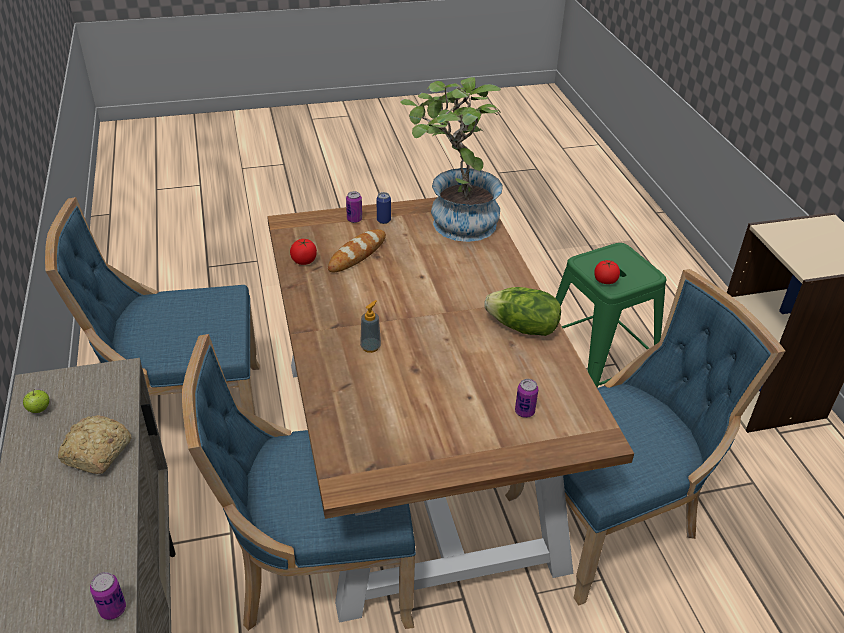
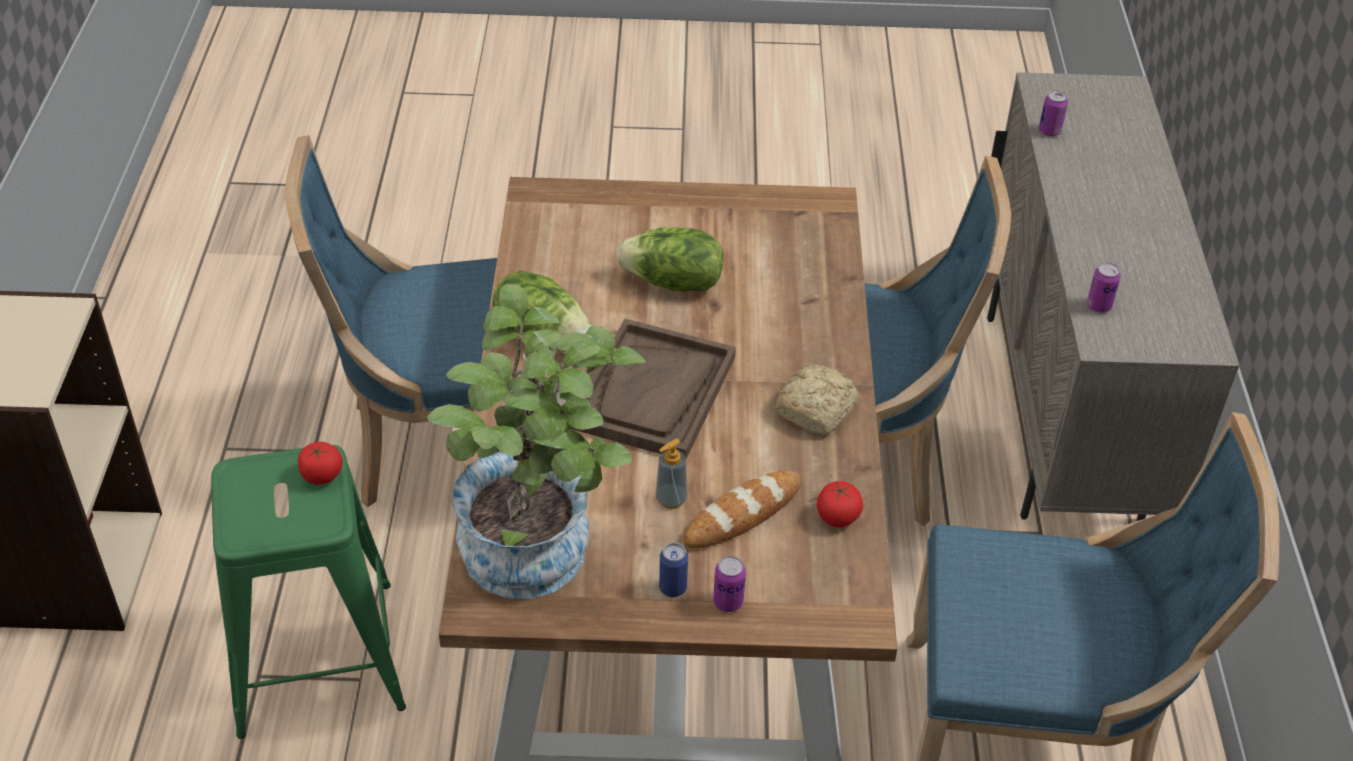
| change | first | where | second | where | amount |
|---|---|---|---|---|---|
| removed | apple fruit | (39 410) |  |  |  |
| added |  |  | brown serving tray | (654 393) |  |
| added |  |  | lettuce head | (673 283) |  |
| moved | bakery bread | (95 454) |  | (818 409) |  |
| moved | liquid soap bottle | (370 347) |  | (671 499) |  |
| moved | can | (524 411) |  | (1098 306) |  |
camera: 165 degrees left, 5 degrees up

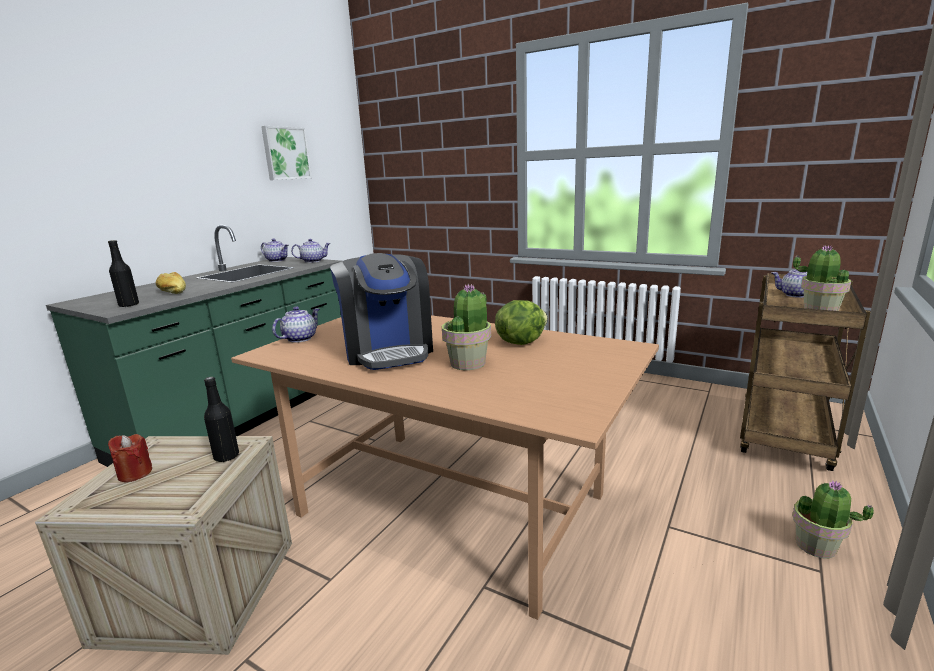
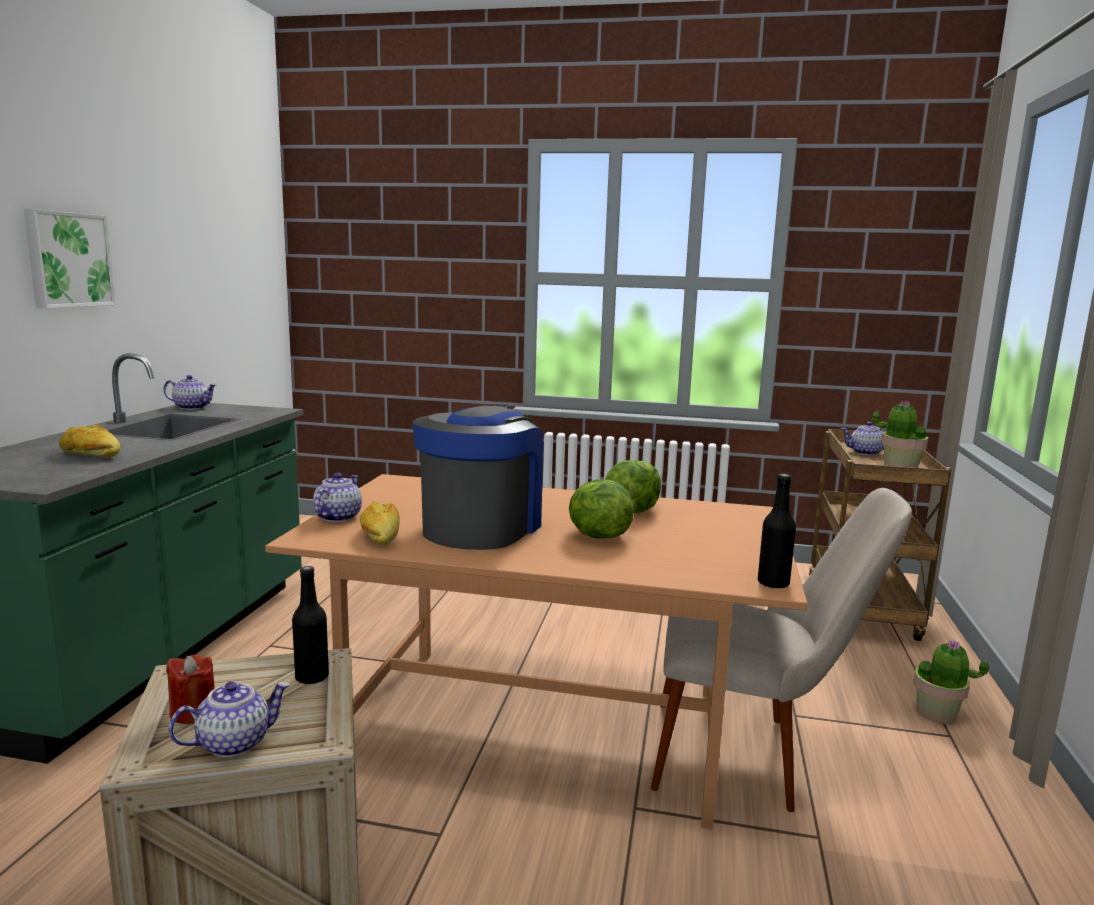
| change | first | where | second | where | amount |
|---|---|---|---|---|---|
| added |  |  | bakery bread | (380 535) |  |
| added |  |  | beige upright chair | (754 757) |  |
| moved | black beverage bottle | (129 305) |  | (773 583) |  |
| moved | picture | (285 153) |  | (68 260) |  |
| moved | tea pot | (313 261) |  | (234 742) |  |
| replaced | potted plant | (468 363) | lettuce head | (597 536) |  |
| turned | coffee brewer | (388 351) |  | (481 527) | 120 degrees counterclockwise |
camera: 20 degrees left, 5 degrees down

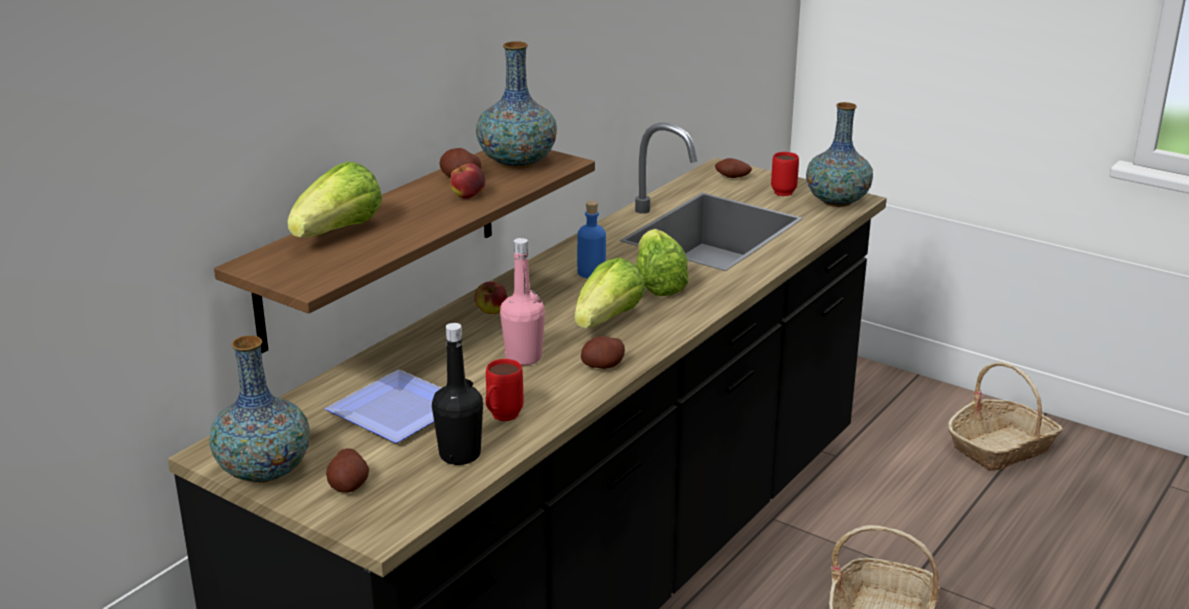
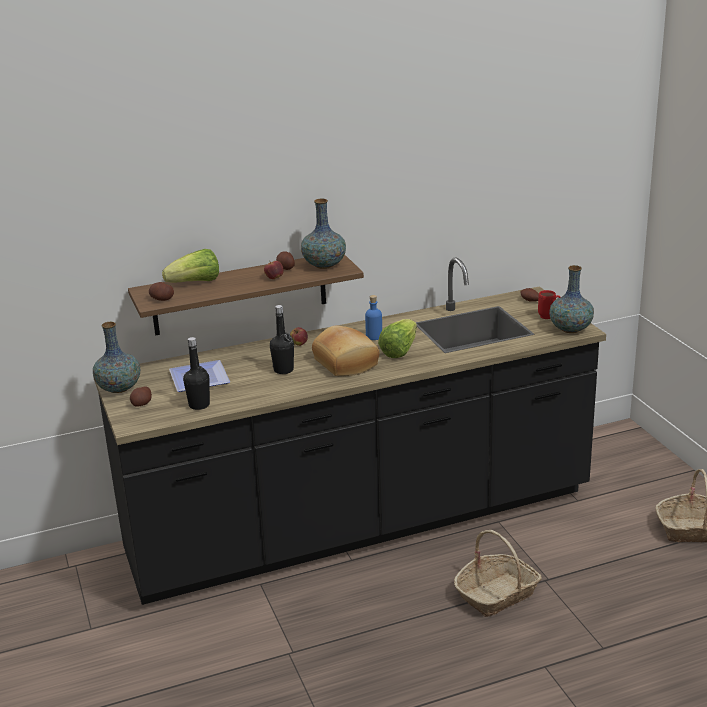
| change | first | where | second | where | amount |
|---|---|---|---|---|---|
| removed | red-coloured coffee mug | (501 418) |  |  |  |
| moved | spud | (603 366) |  | (162 299) |  |
| replaced | lettuce head | (608 320) | bakery bread | (347 363) |  |
| recoloured | pink beverage bottle | (523 357) | black beverage bottle | (283 370) |  |
camera: 35 degrees right, 0 degrees up

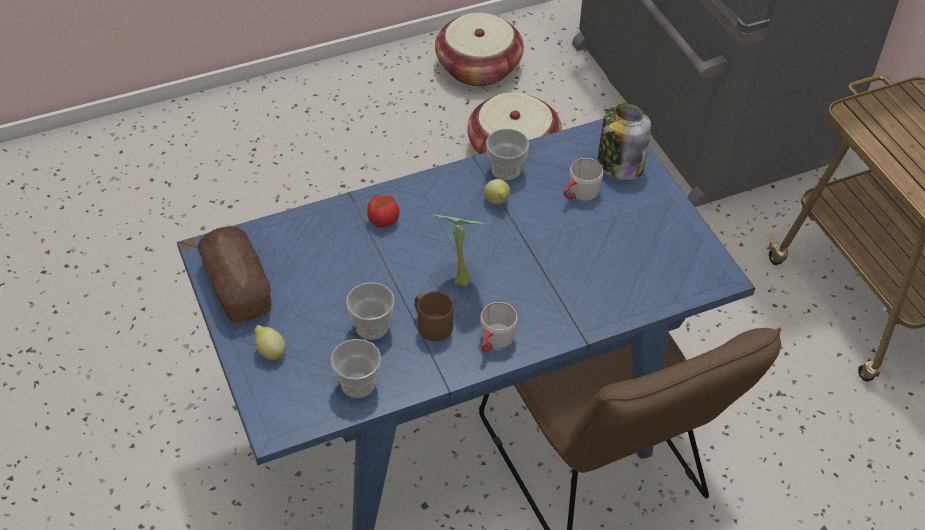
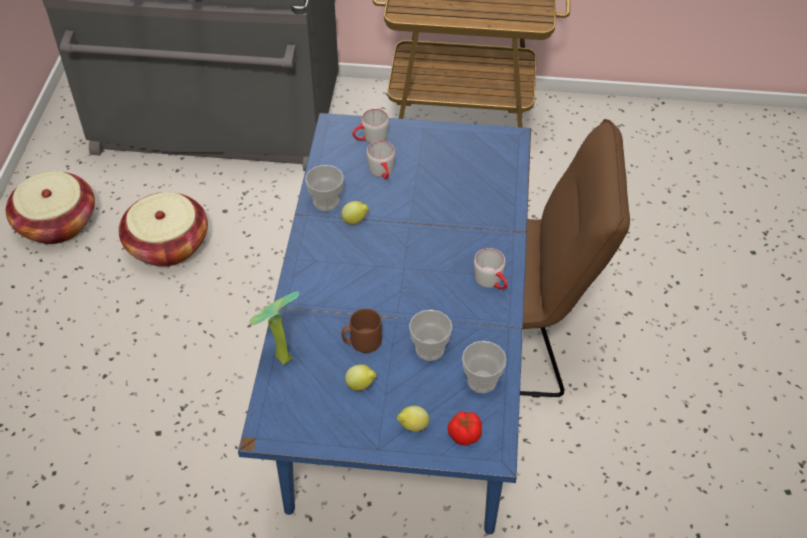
| change | first | where | second | where | amount |
|---|---|---|---|---|---|
| removed | bakery bread | (237 286) |  |  |  |
| added |  |  | citrus fruit | (361 385) |  |
| moved | fresh tomato | (383 219) |  | (464 435) |  |
| moved | brown coffee mug | (432 325) |  | (362 342) |  |
| moved | potted plant | (459 277) |  | (279 358) |  |
| replaced | preserve jar | (619 164) | gray coffee mug | (370 139) |  |
camera: 60 degrees left, 0 degrees up

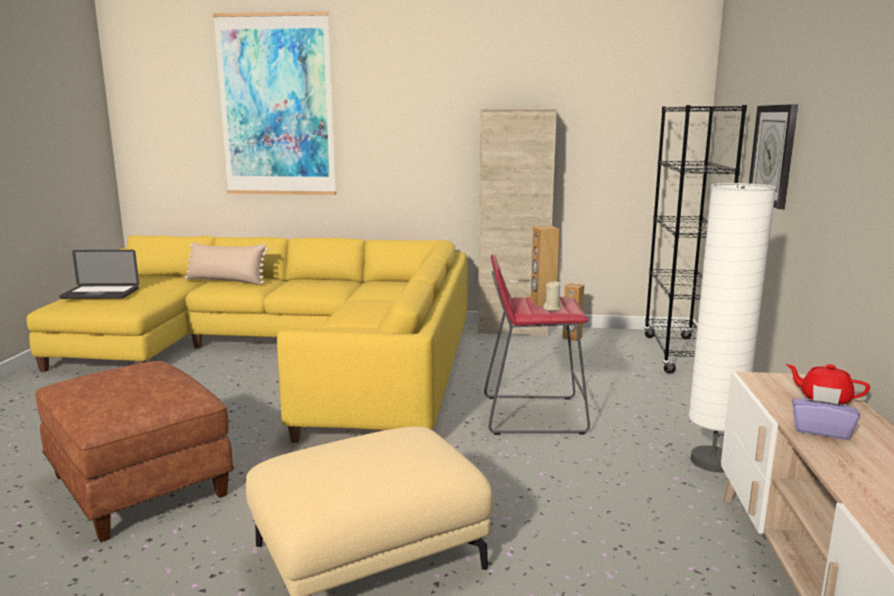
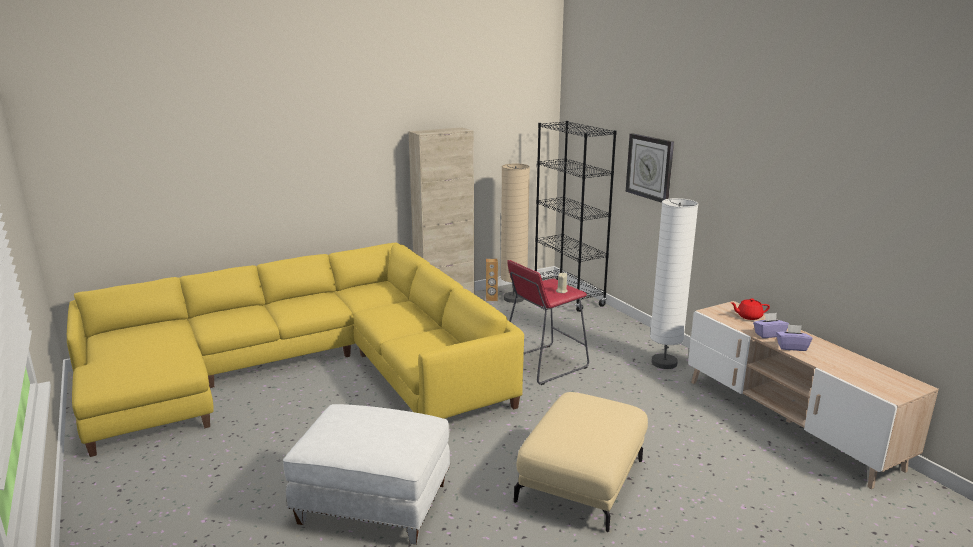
| change | first | where | second | where | amount |
|---|---|---|---|---|---|
| removed | laptop | (100 294) |  |  |  |
| removed | beige pillow | (226 281) |  |  |  |
| removed | picture | (276 106) |  |  |  |
| removed | brown audio speaker | (542 302) |  |  |  |
| added |  |  | beige standard lamp | (513 299) |  |
| added |  |  | purple-coloured box of tissues | (791 347) |  |
| recoloured | brown footrest | (137 485) | white footrest | (372 503) |  |
camera: 35 degrees left, 5 degrees up

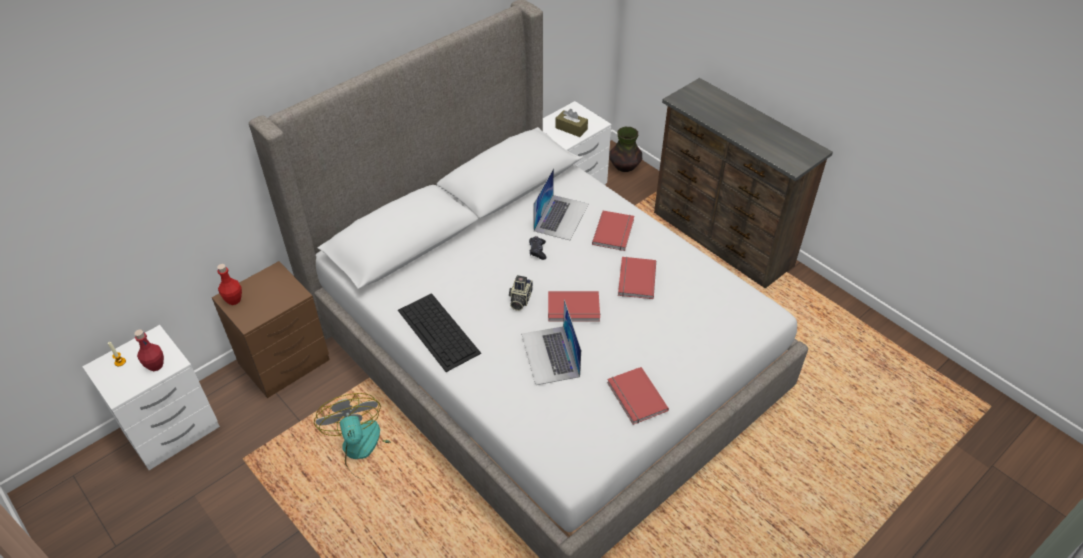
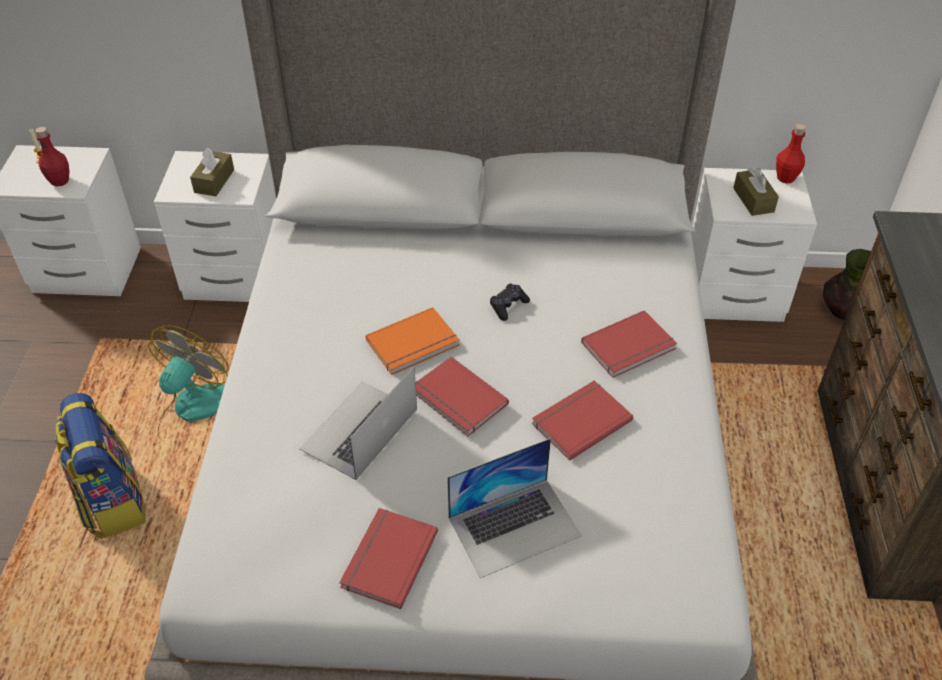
| change | first | where | second | where | amount |
|---|---|---|---|---|---|
| removed | keyboard | (439 332) |  |  |  |
| added |  |  | knapsack | (112 501) |  |
| added |  |  | brown box of tissues | (214 181) |  |
| moved | red-coloured beverage bottle | (234 300) |  | (785 178) |  |
| moved | laptop | (561 217) |  | (514 526) |  |
| replaced | photo camera | (519 299) | orange-coloured bound book | (414 344) |  |
| recoloured | brown night table | (286 362) | white night table | (238 278) |  |
camera: 45 degrees right, 0 degrees up

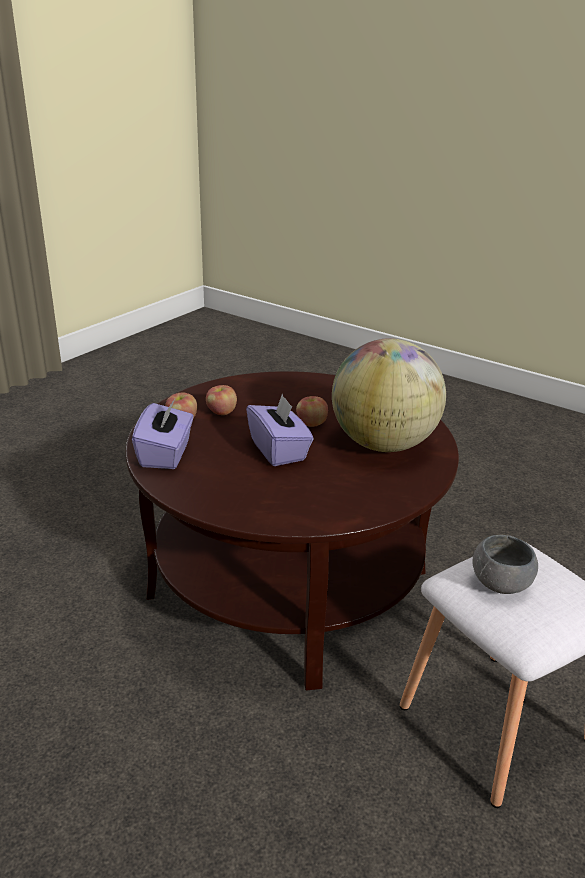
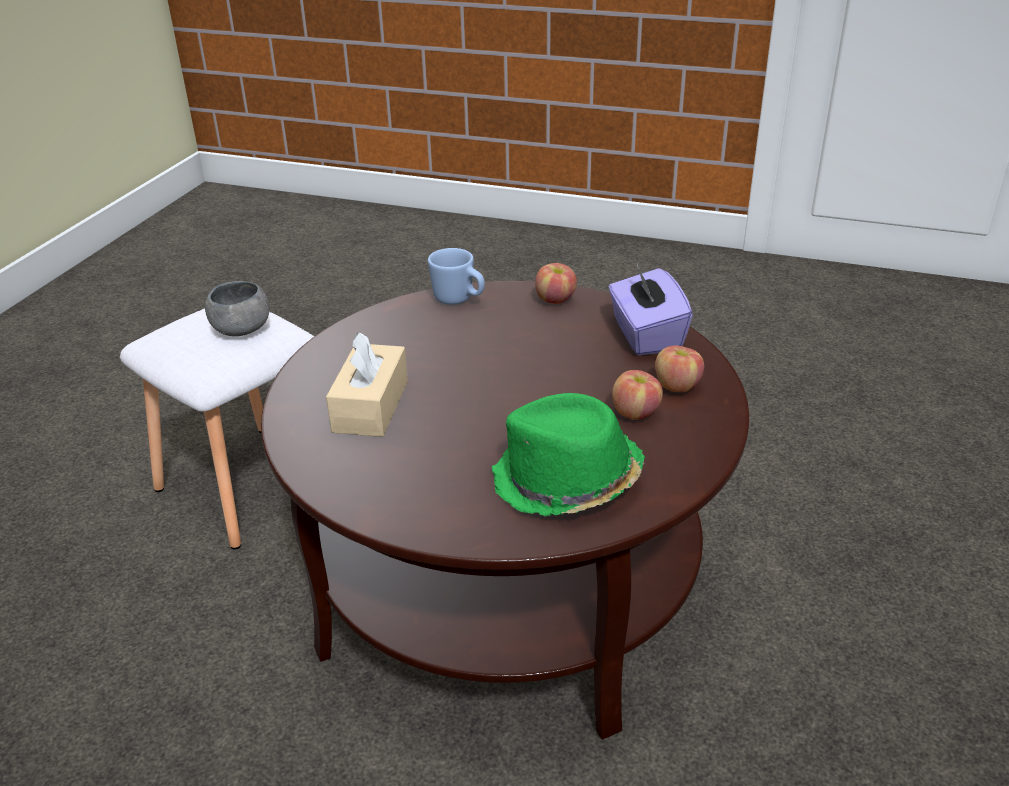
| change | first | where | second | where | amount |
|---|---|---|---|---|---|
| removed | purple-coloured box of tissues | (279 450) |  |  |  |
| added |  |  | blue-coloured coffee mug | (459 300) |  |
| added |  |  | green clothing hat | (565 482) |  |
| moved | apple fruit | (311 423) |  | (555 300) |  |
| replaced | world globe | (383 444) | beige box of tissues | (371 406) |  |
camera: 165 degrees right, 5 degrees up

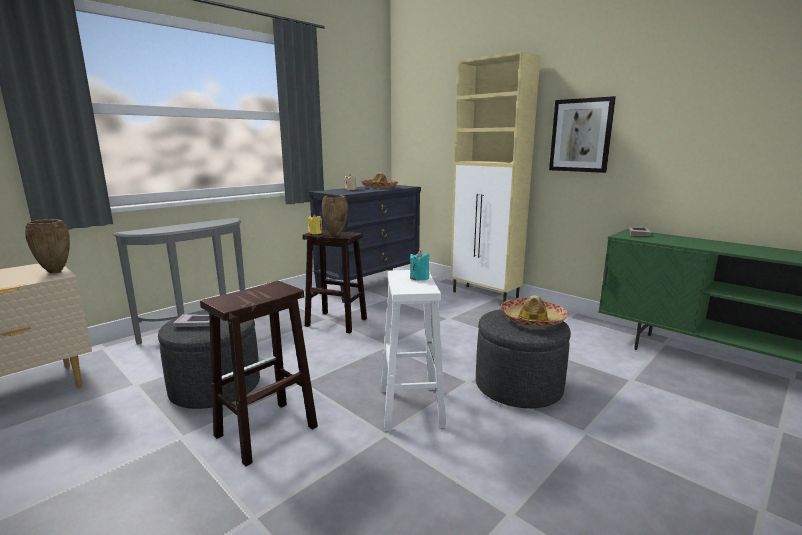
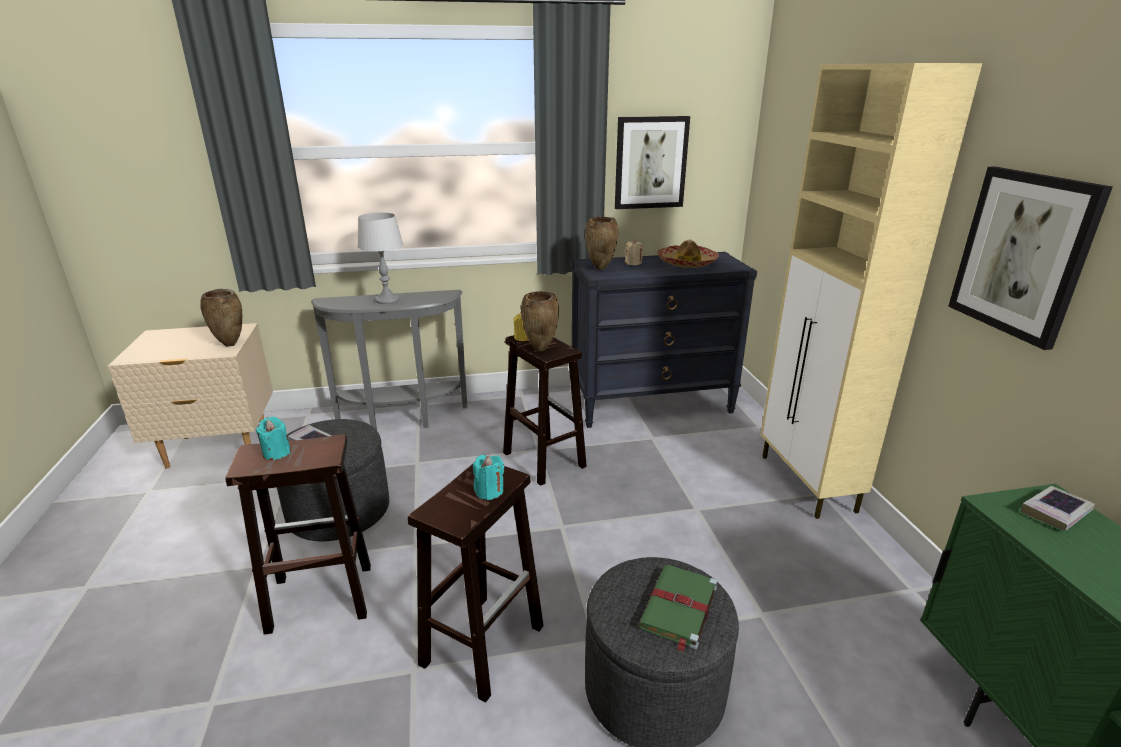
| change | first | where | second | where | amount |
|---|---|---|---|---|---|
| added |  |  | blue-green wax light | (276 453) |  |
| added |  |  | gray lamp for a table | (387 300) |  |
| added |  |  | brown decorative vase | (600 269) |  |
| added |  |  | picture | (650 163) |  |
| replaced | clothing hat | (532 320) | green bound book | (678 608) |  |
| recoloured | white stool seat | (410 406) | brown stool seat | (483 643) |  |
camera: 35 degrees right, 10 degrees up

